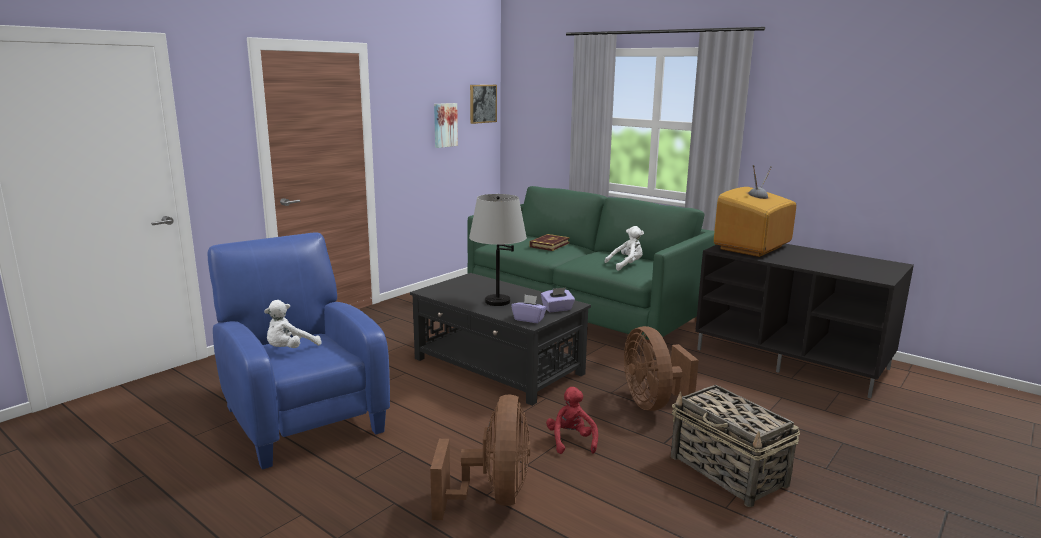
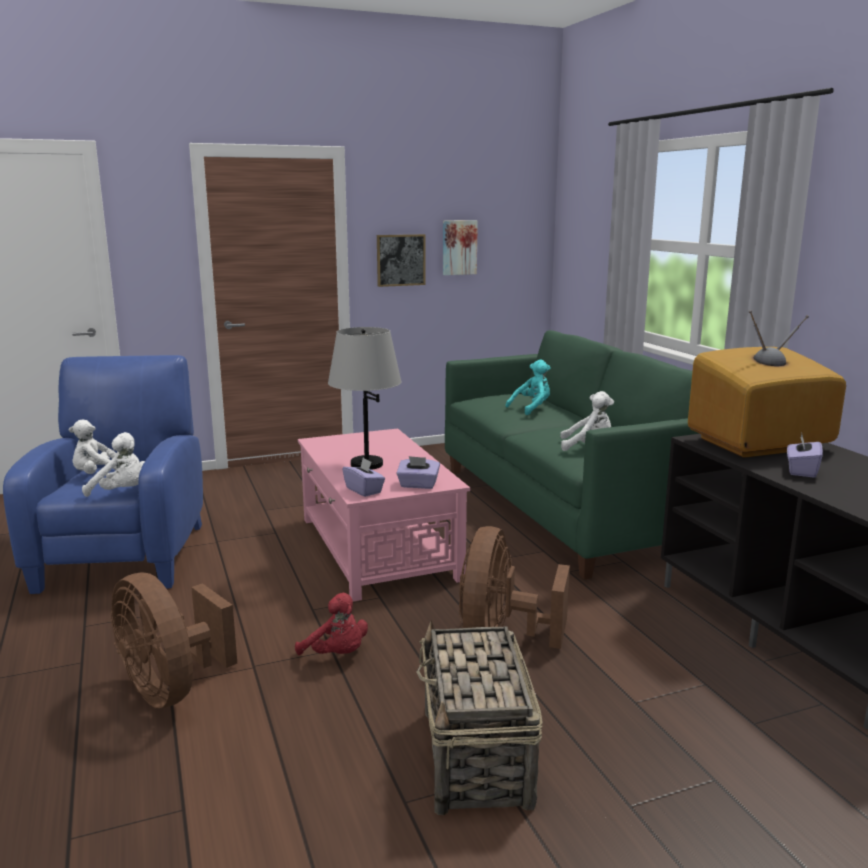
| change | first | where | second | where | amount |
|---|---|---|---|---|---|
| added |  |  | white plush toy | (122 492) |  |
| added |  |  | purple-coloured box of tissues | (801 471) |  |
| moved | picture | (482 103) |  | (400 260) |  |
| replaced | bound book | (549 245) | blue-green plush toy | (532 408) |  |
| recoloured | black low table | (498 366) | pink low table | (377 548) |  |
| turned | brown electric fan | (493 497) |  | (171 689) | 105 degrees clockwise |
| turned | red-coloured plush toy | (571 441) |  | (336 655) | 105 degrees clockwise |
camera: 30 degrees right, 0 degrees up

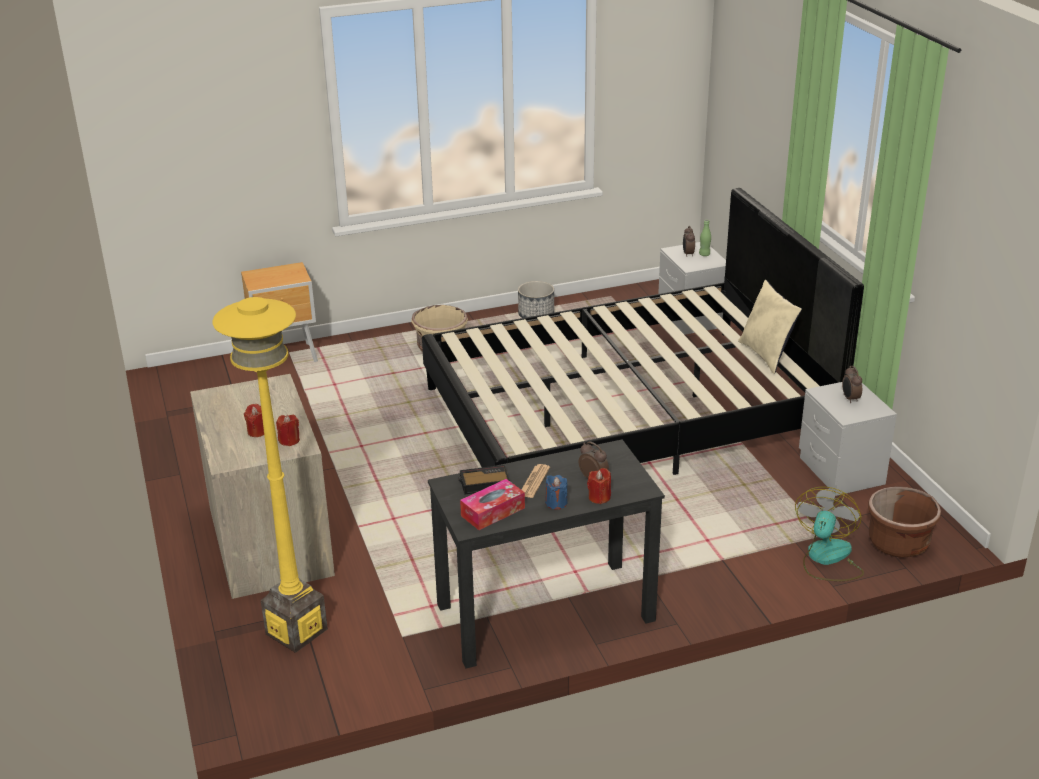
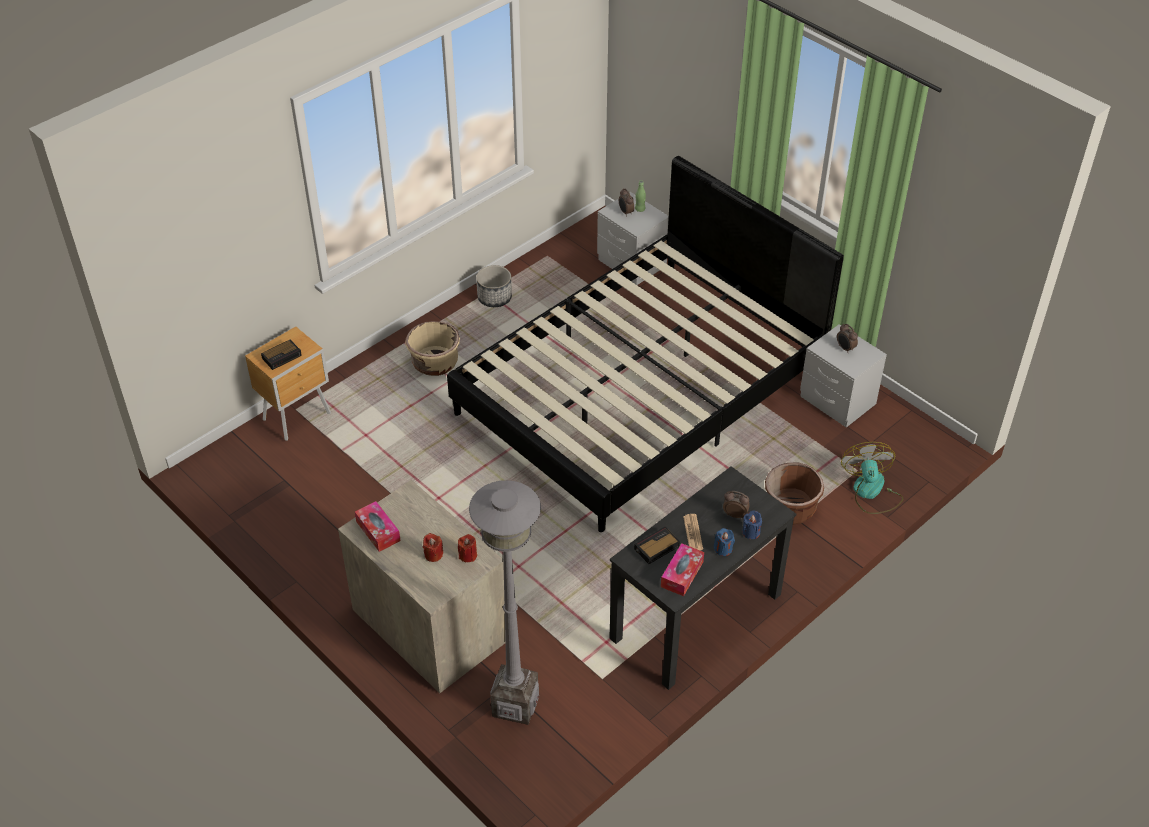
| change | first | where | second | where | amount |
|---|---|---|---|---|---|
| removed | beige pillow | (767 355) |  |  |  |
| added |  |  | bedside clock | (282 356) |  |
| added |  |  | box of tissues | (378 531) |  |
| moved | brown flower pot | (898 543) |  | (790 509) |  |
| recoloured | yellow standard lamp | (296 631) | gray standard lamp | (515 704) |  |
| recoloured | red-coloured wax light | (599 497) | blue-coloured wax light | (751 532) |  |
camera: 25 degrees left, 15 degrees up

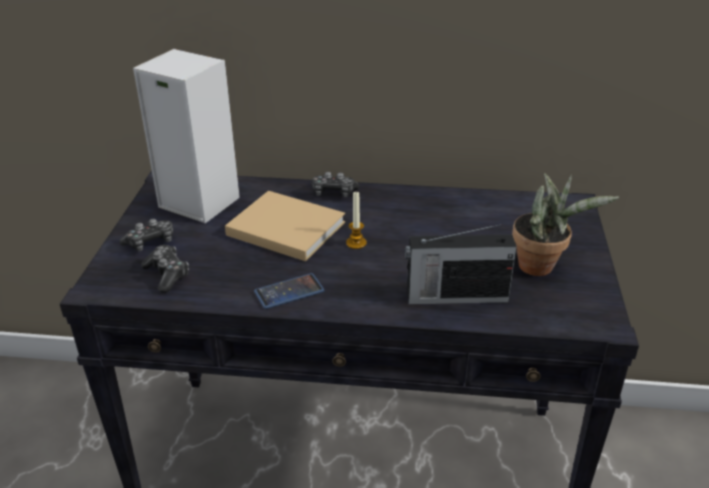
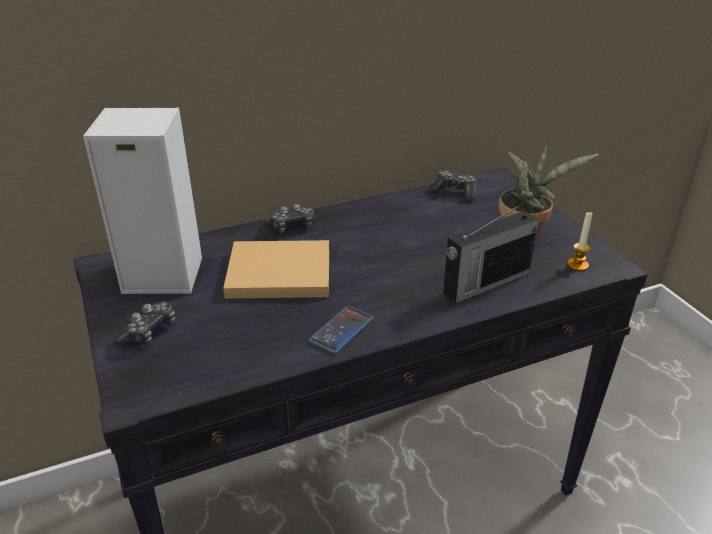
| change | first | where | second | where | amount |
|---|---|---|---|---|---|
| moved | game controller | (167 274) |  | (454 191) |  |
| moved | wax light | (356 243) |  | (577 265) |  |
camera: 30 degrees left, 0 degrees up

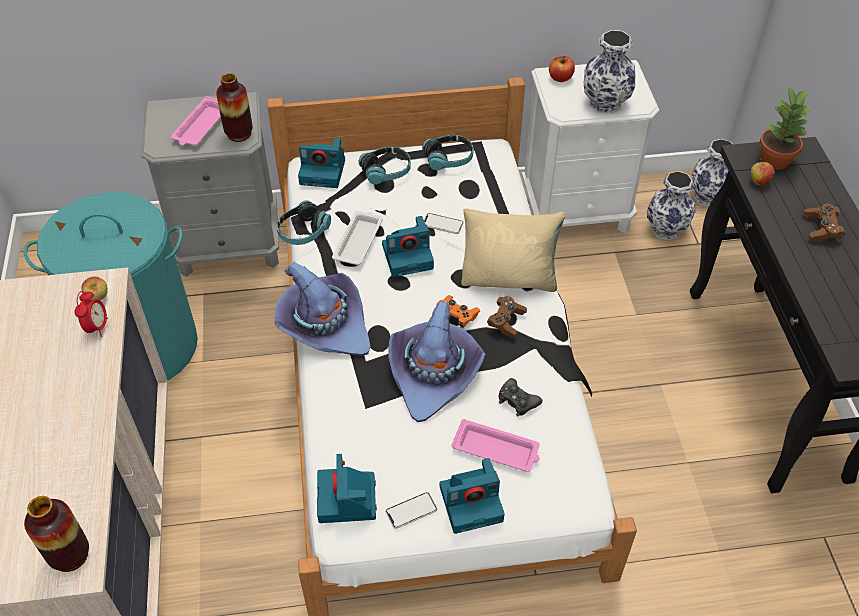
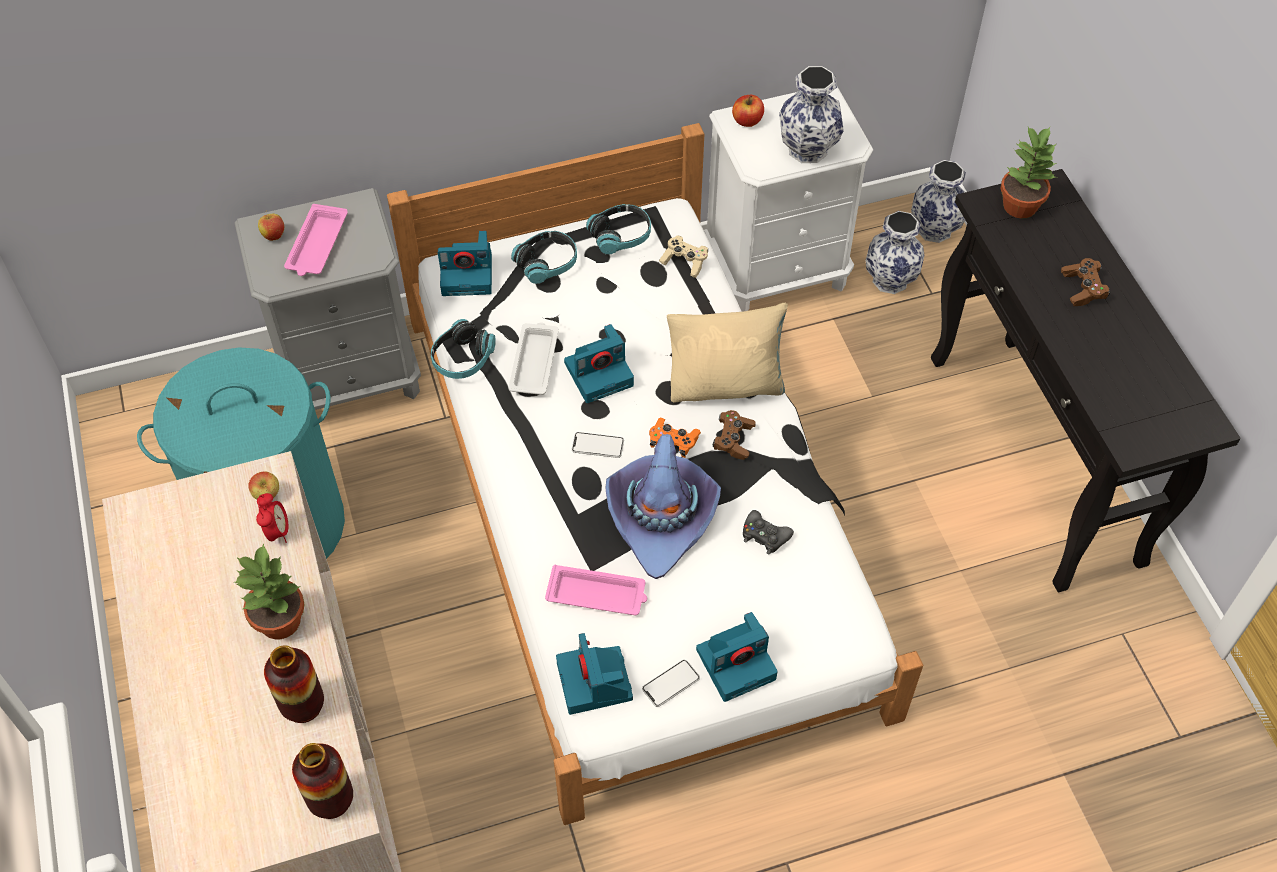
| change | first | where | second | where | amount |
|---|---|---|---|---|---|
| removed | purple-coloured clothing hat | (324 325) |  |  |  |
| added |  |  | potted plant | (279 620) |  |
| added |  |  | beige game controller | (684 262) |  |
| moved | decorative vase | (239 134) |  | (303 705) |  |
| moved | telephone | (442 224) |  | (598 446) |  |
| moved | pink serving tray | (497 449) |  | (598 594) |  |
| moved | apple fruit | (758 181) |  | (274 235) |  |
camera: 10 degrees left, 5 degrees up

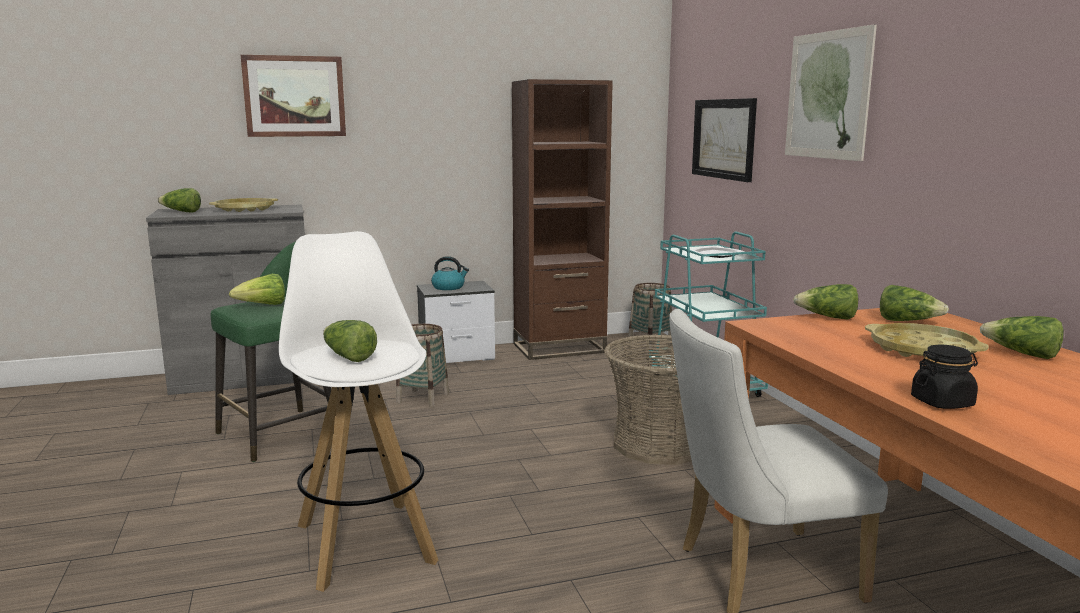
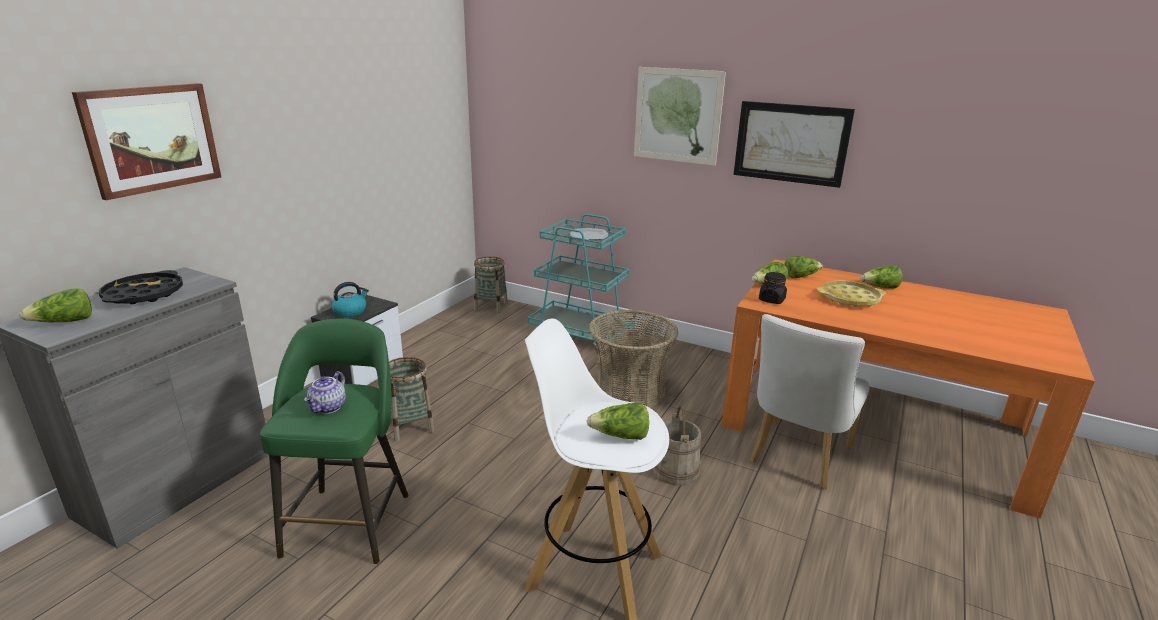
| change | first | where | second | where | amount |
|---|---|---|---|---|---|
| removed | brown shelving unit | (559 348) |  |  |  |
| added |  |  | beige bucket | (676 470) |  |
| moved | picture | (724 139) |  | (791 143) |  |
| moved | black preserve jar | (942 402) |  | (771 300) |  |
| replaced | lettuce head | (263 306) | tea pot | (329 408) |  |
| recoloured | yellow serving tray | (244 209) | black serving tray | (144 295) |  |
camera: 45 degrees left, 10 degrees up

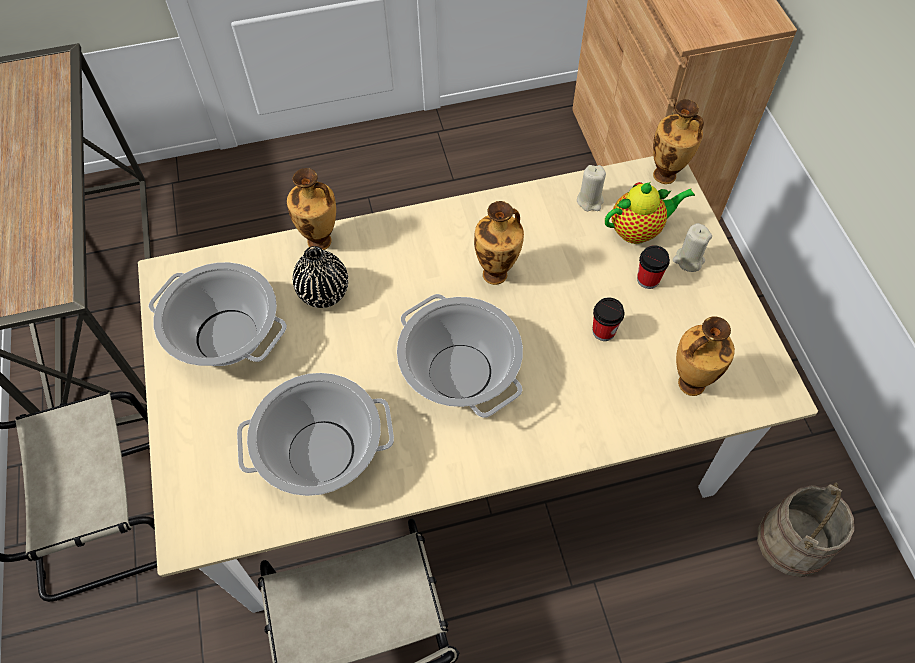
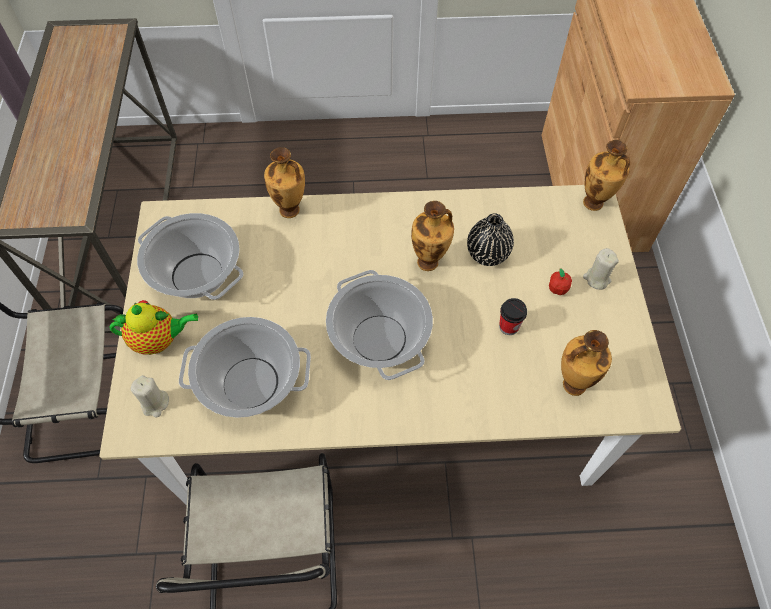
| change | first | where | second | where | amount |
|---|---|---|---|---|---|
| removed | beige bucket | (793 542) |  |  |  |
| moved | black decorative vase | (324 293) |  | (487 254) |  |
| moved | beige wax light | (590 201) |  | (155 403) |  |
| moved | tea pot | (638 230) |  | (159 340) |  |
| replaced | small cup | (648 279) | apple fruit | (557 289) |  |
camera: 10 degrees right, 0 degrees up

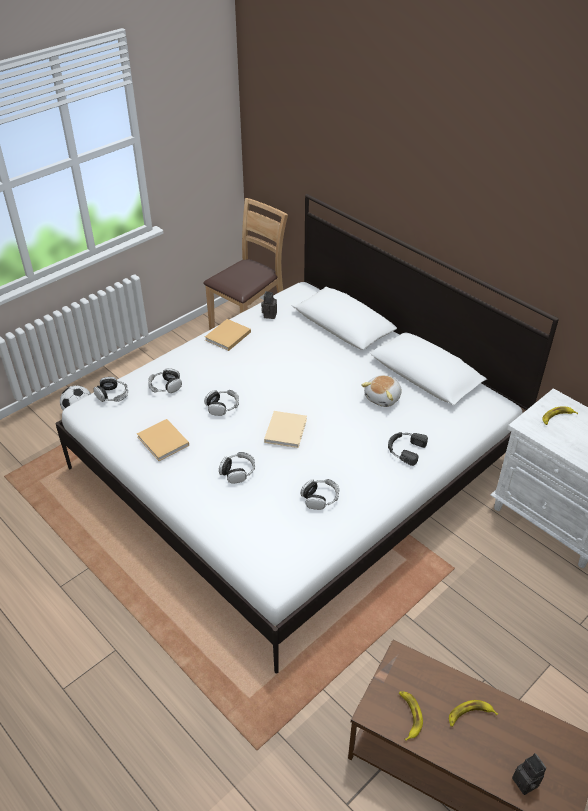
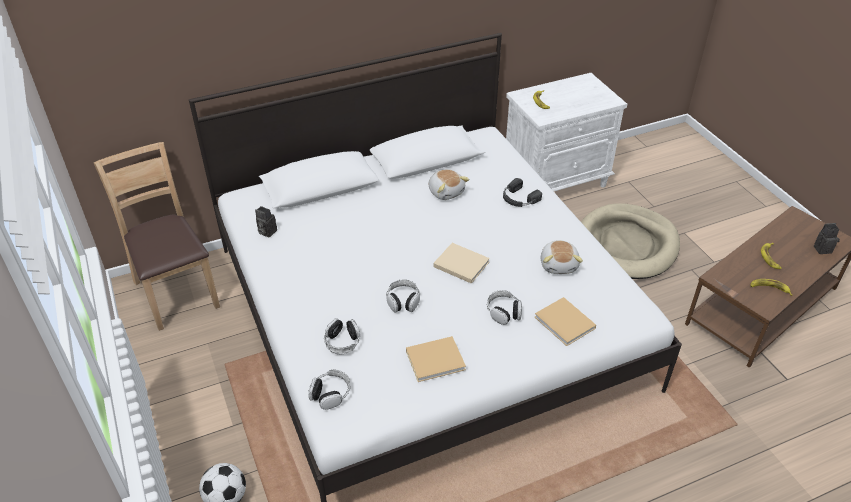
| change | first | where | second | where | amount |
|---|---|---|---|---|---|
| added |  |  | beige pet bed | (626 245) |  |
| moved | beige bound book | (227 337) |  | (565 324) |  |
| replaced | pair of headphones | (320 498) | plush toy | (559 265) |  |
camera: 70 degrees left, 0 degrees up

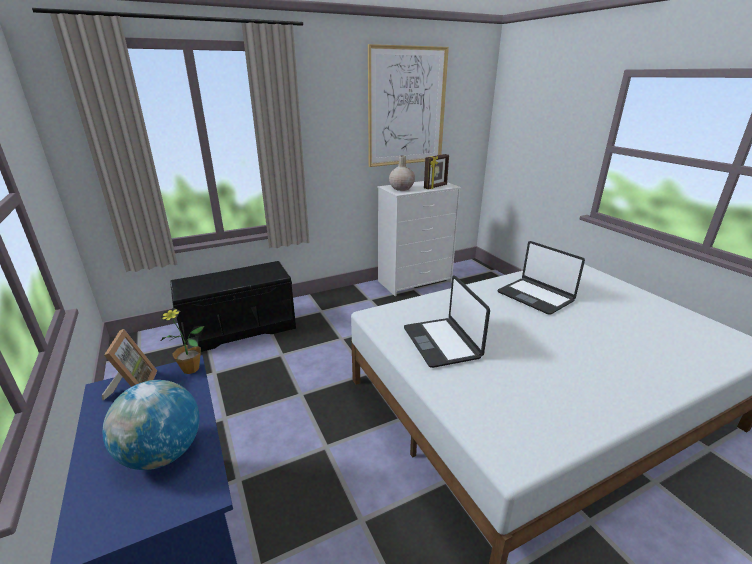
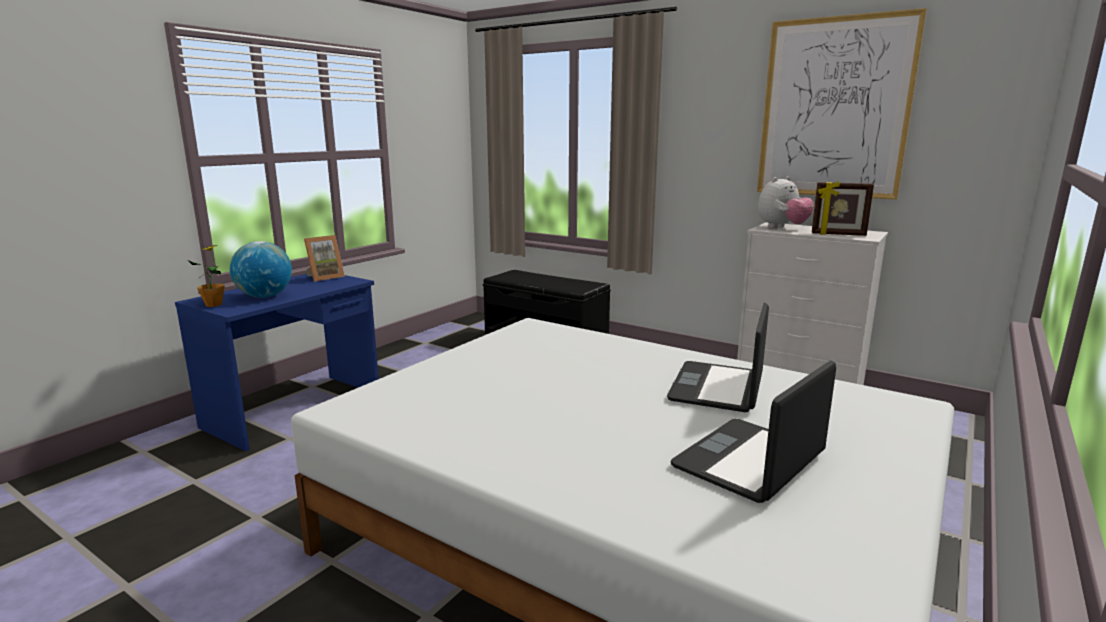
| change | first | where | second | where | amount |
|---|---|---|---|---|---|
| moved | potted plant | (191 369) |  | (214 305) |  |
| moved | laptop | (442 342) |  | (750 461) |  |
| replaced | beige decorative vase | (401 188) | plush toy | (782 227) |  |
camera: 60 degrees right, 10 degrees down

